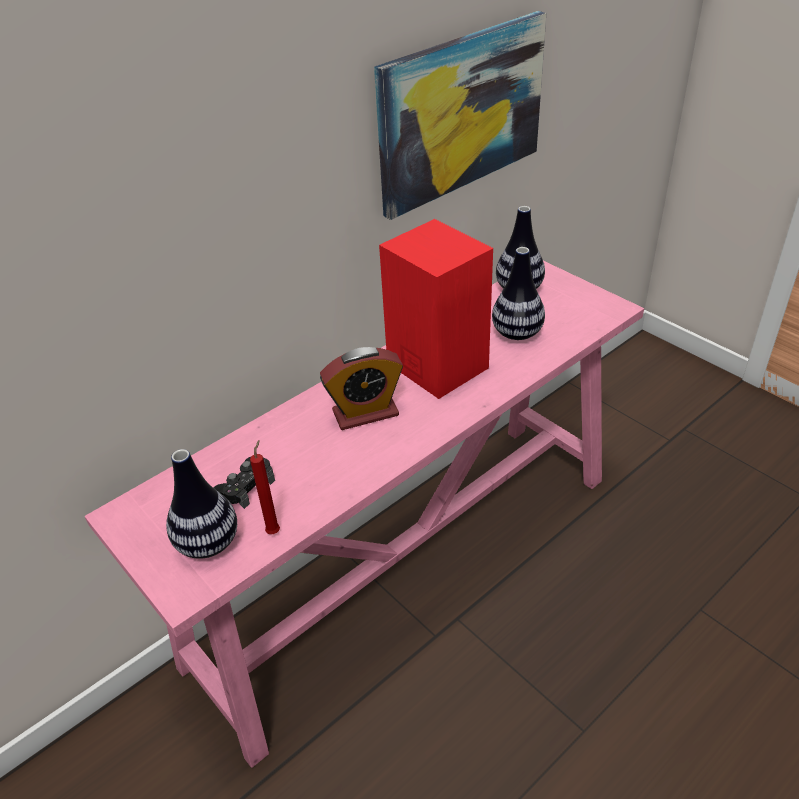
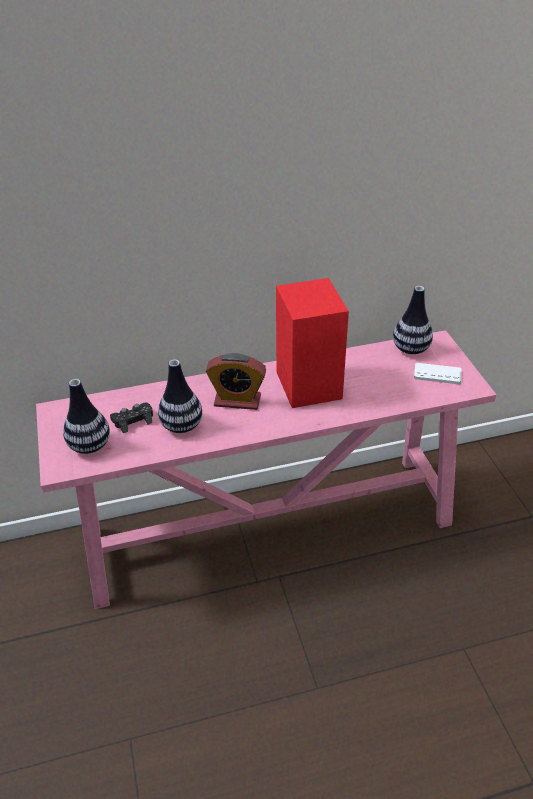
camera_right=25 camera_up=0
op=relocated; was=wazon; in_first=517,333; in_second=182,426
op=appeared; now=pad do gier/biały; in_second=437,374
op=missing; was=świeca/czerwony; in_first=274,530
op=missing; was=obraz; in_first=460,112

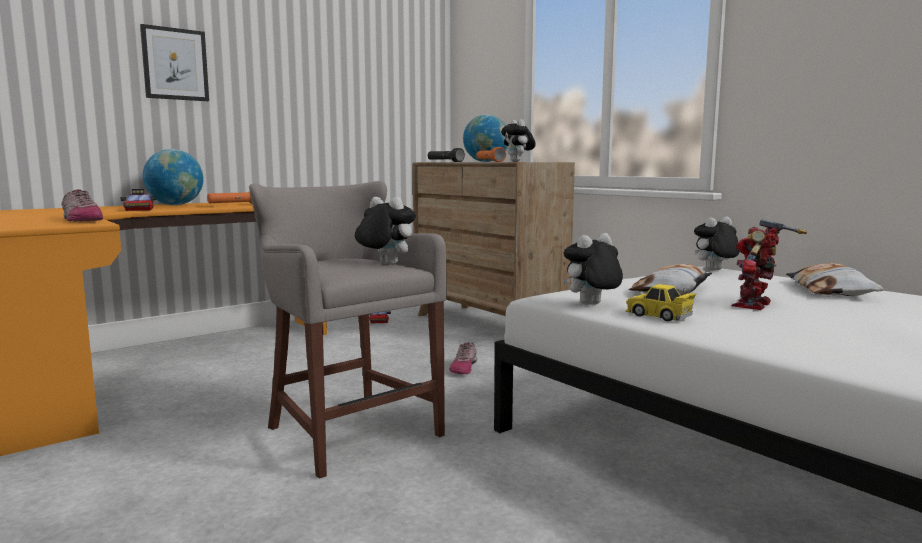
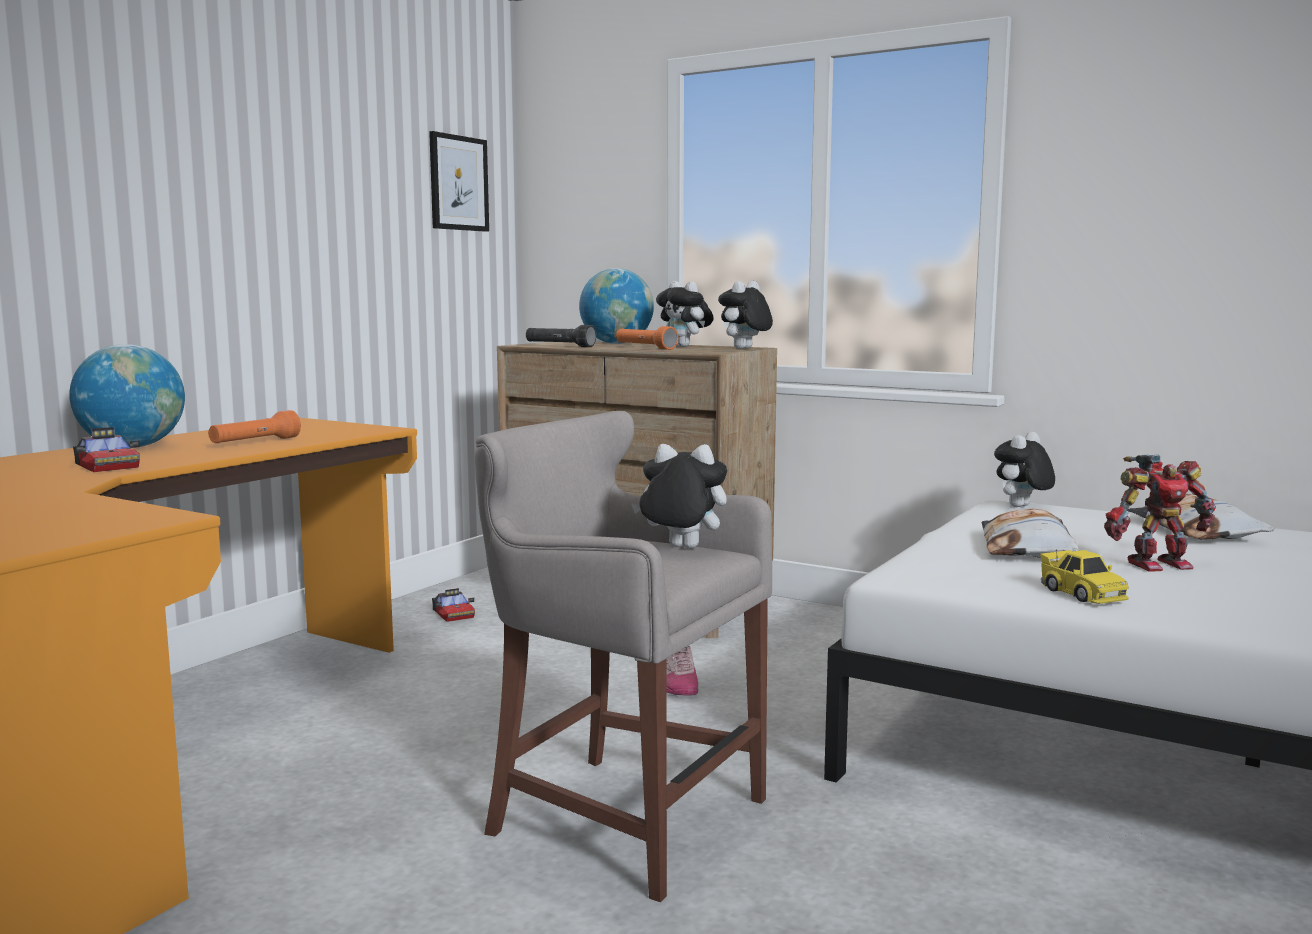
camera_right=-20 camera_up=0
op=relocated; was=obraz; in_first=175,64; in_second=458,183
op=relocated; was=pluszak; in_first=591,305; in_second=744,349
op=spun; was=samochodzik/żółty; in_first=659,316; in_second=1082,594; clockwise=-135
op=spun; was=robot zabawkowy; in_first=755,305; in_second=1156,564; clockwise=-120
op=missing; was=but; in_first=81,220

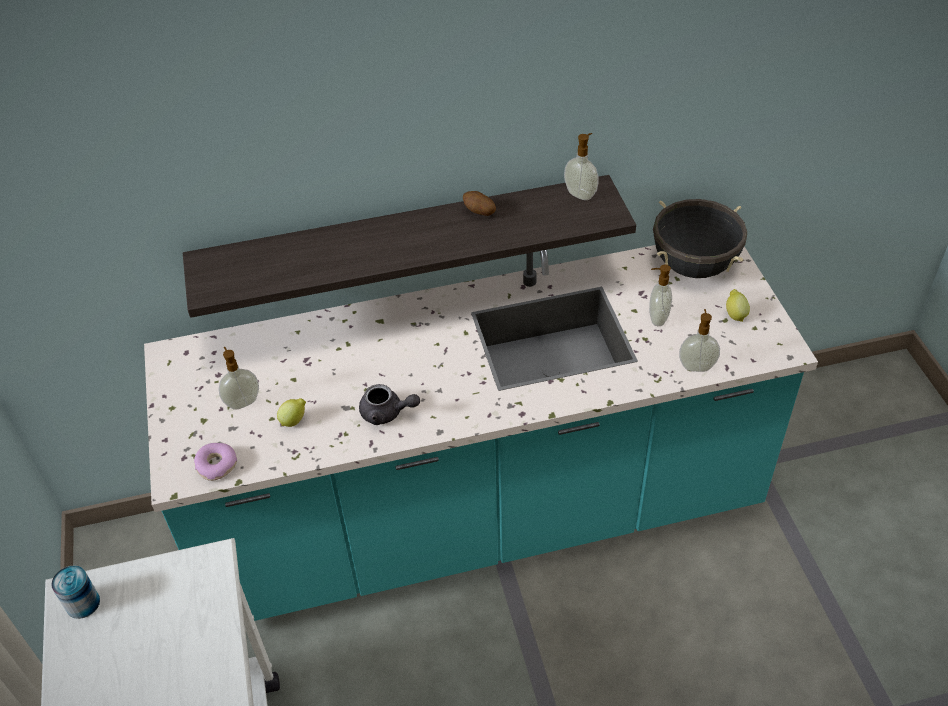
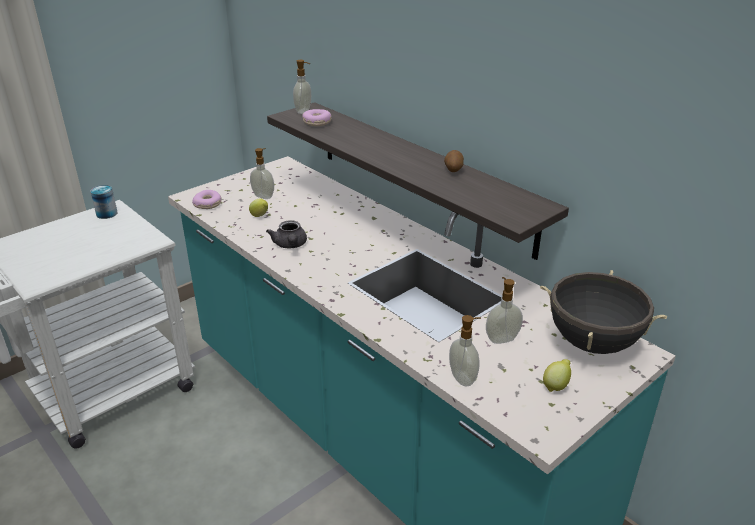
camera_right=60 camera_up=-15
op=relocated; was=dozownik mydła; in_first=581,194; in_second=304,111
op=appeared; now=donut; in_second=317,122

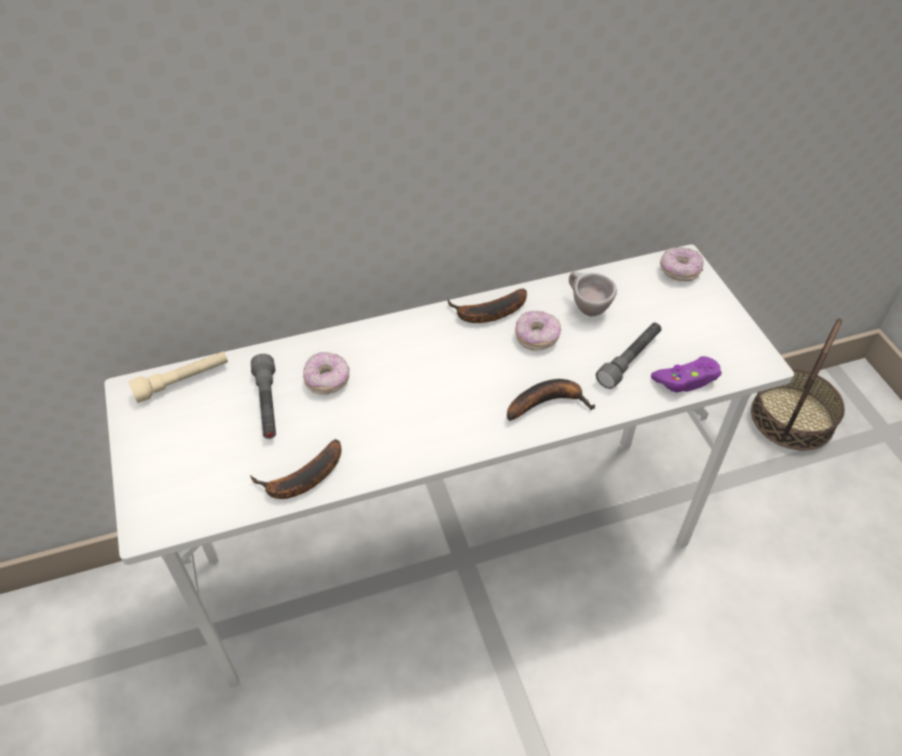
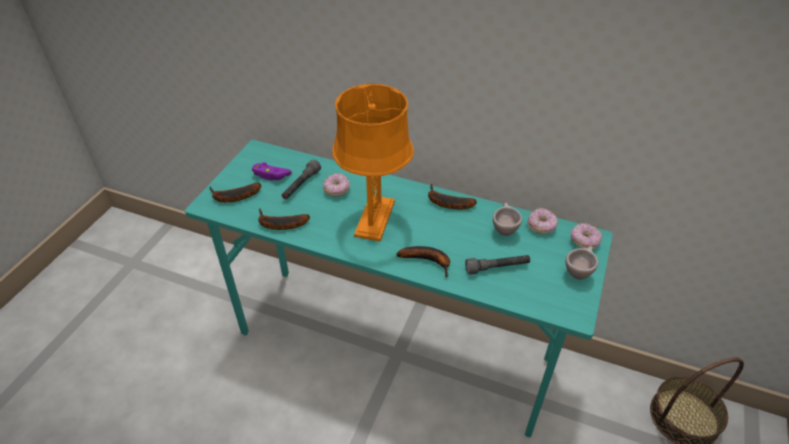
camera_right=40 camera_up=-5
op=colour; was=biurko/biały; now=biurko/turkusowy; in_first=450,551; in_second=395,345
op=appeared; now=banan; in_second=233,197
op=relocated; was=pad do gier/fioletowy; in_first=686,379; in_second=271,175
op=appeared; now=lampa stołowa/pomarańczowy; in_second=375,219
op=relocated; was=donut; in_first=536,337; in_second=541,226
op=appeared; now=filiżanka/beżowy; in_second=578,272
op=missing; was=latarka/beżowy; in_first=183,381

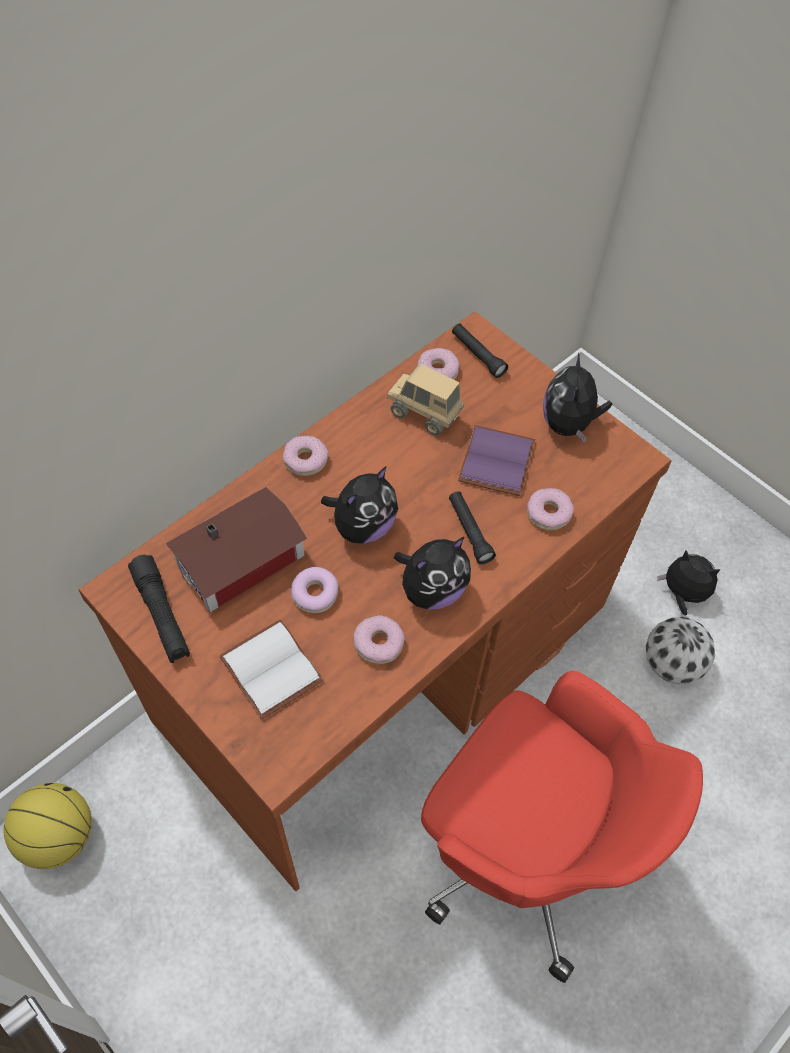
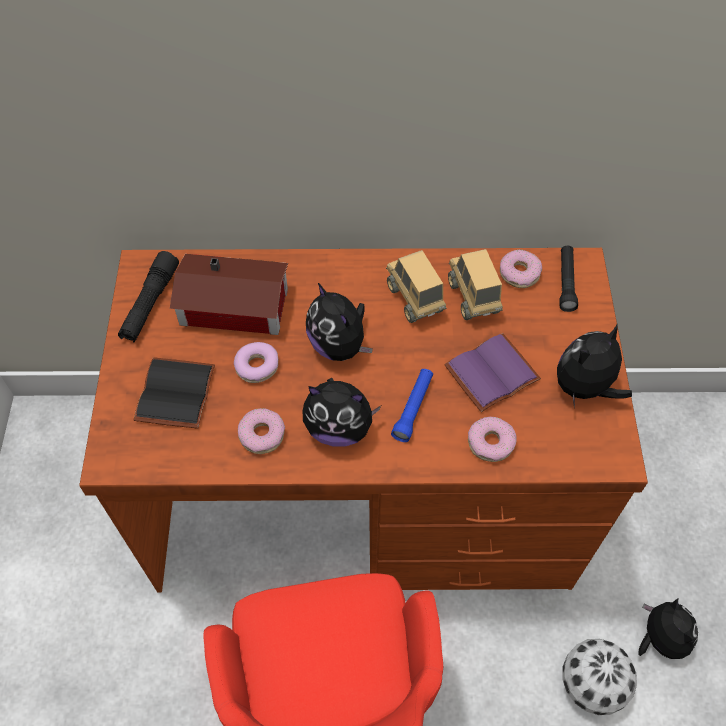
camera_right=45 camera_up=0
op=colour; was=książka/biały; now=książka/czarny; in_first=268,670; in_second=173,392
op=spun; was=pluszak; in_first=363,526; in_second=339,345; clockwise=60
op=appeared; now=ciężarówka zabawkowa; in_second=414,300
op=colour; was=latarka/czarny; now=latarka/niebieski; in_first=469,531; in_second=413,408
op=missing; was=piłka do koszykówki; in_first=58,836
op=missing; was=donut; in_first=305,460

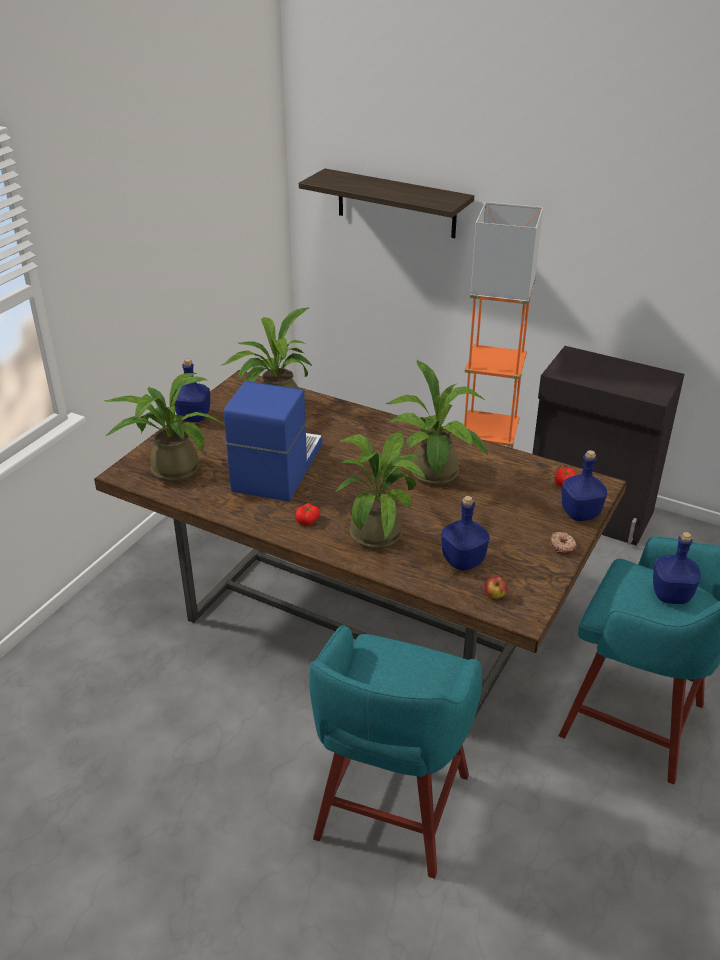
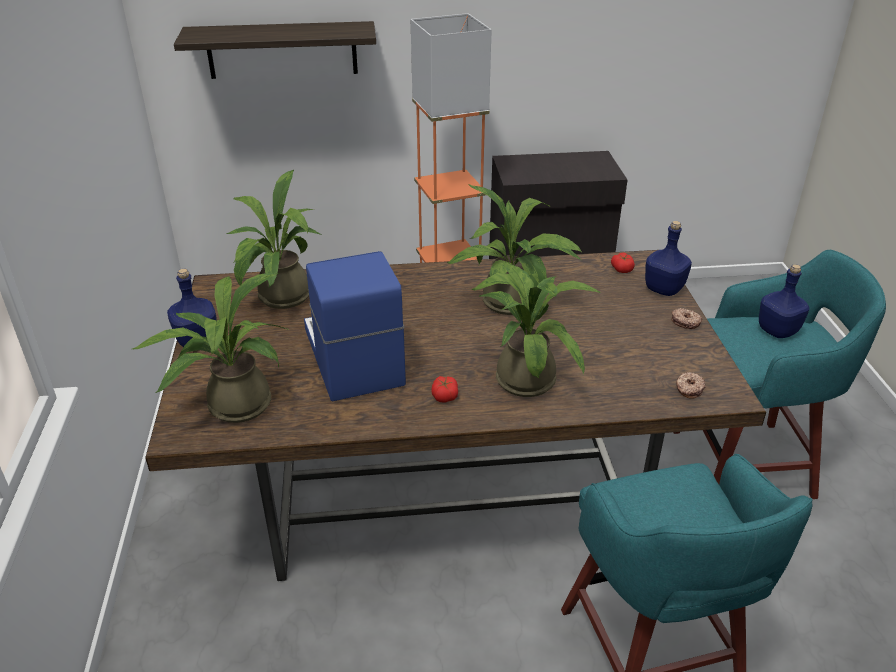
camera_right=-35 camera_up=0
op=exchanged; was=jabłko; now=donut; in_first=494,596; in_second=688,389
op=missing; was=butelka/niebieski; in_first=462,561

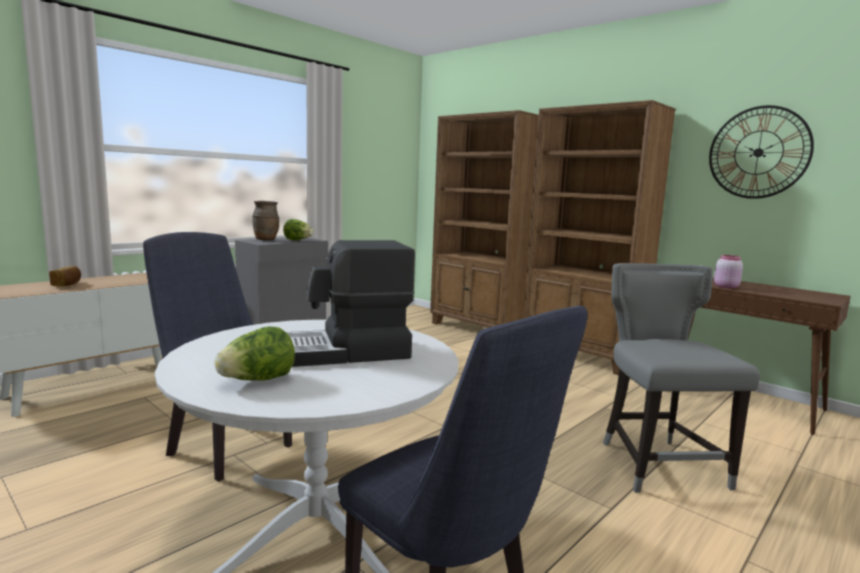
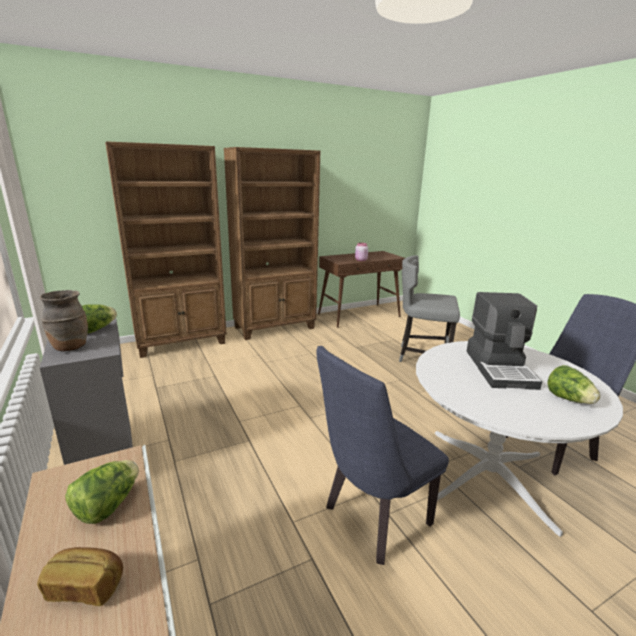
camera_right=-70 camera_up=10
op=appeared; now=sałata; in_second=108,506
op=missing; was=zegar ścienny; in_first=758,152

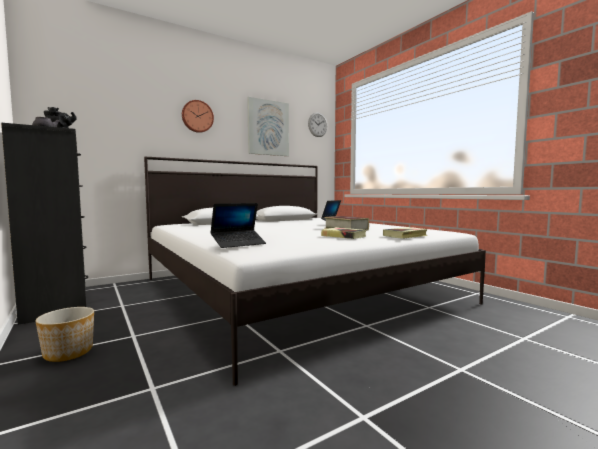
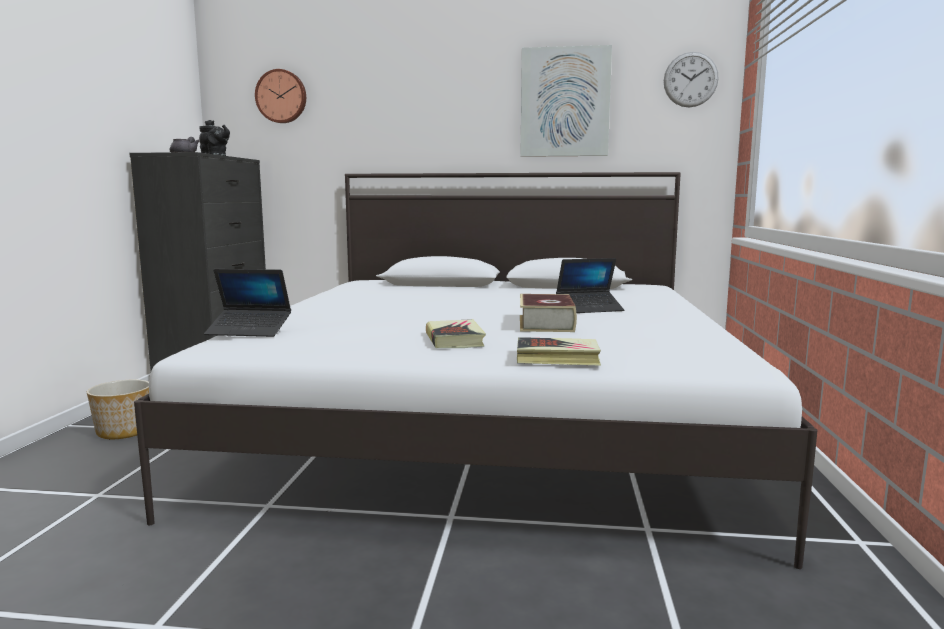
camera_right=40 camera_up=5
op=relocated; was=zegar ścienny; in_first=197,116; in_second=281,96

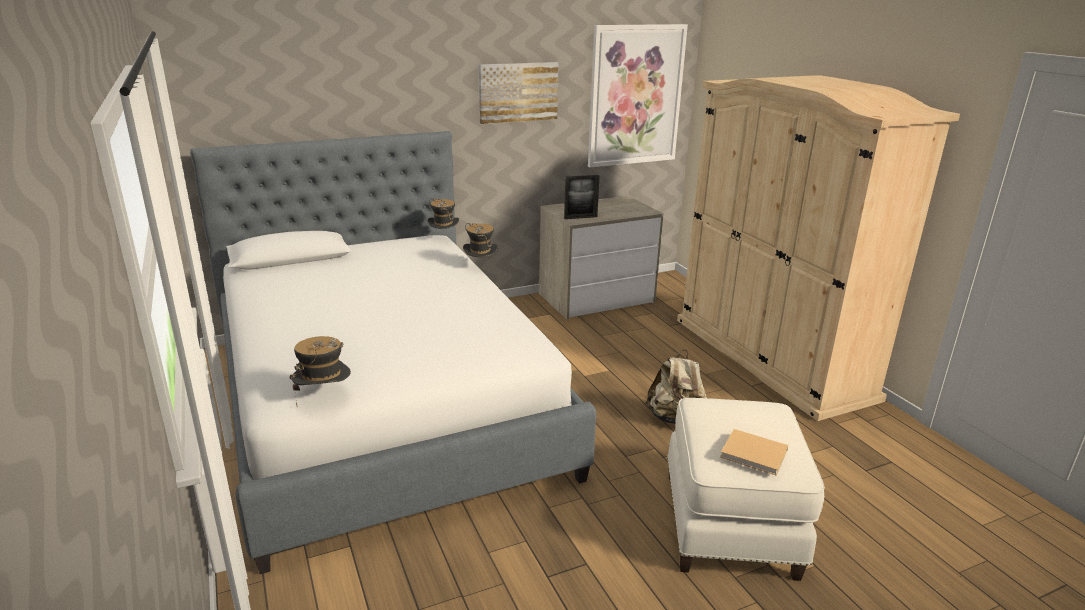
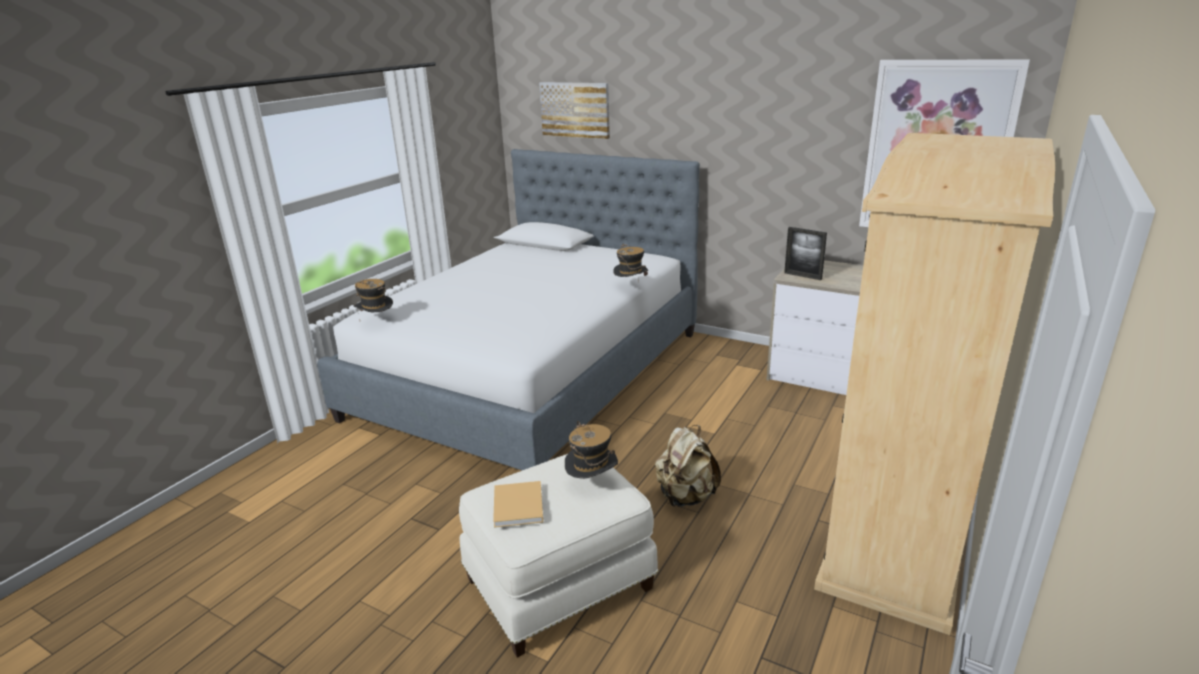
camera_right=55 camera_up=0
op=relocated; was=obraz; in_first=518,92; in_second=575,109
op=relocated; was=kapelusz; in_first=444,239; in_second=592,485

